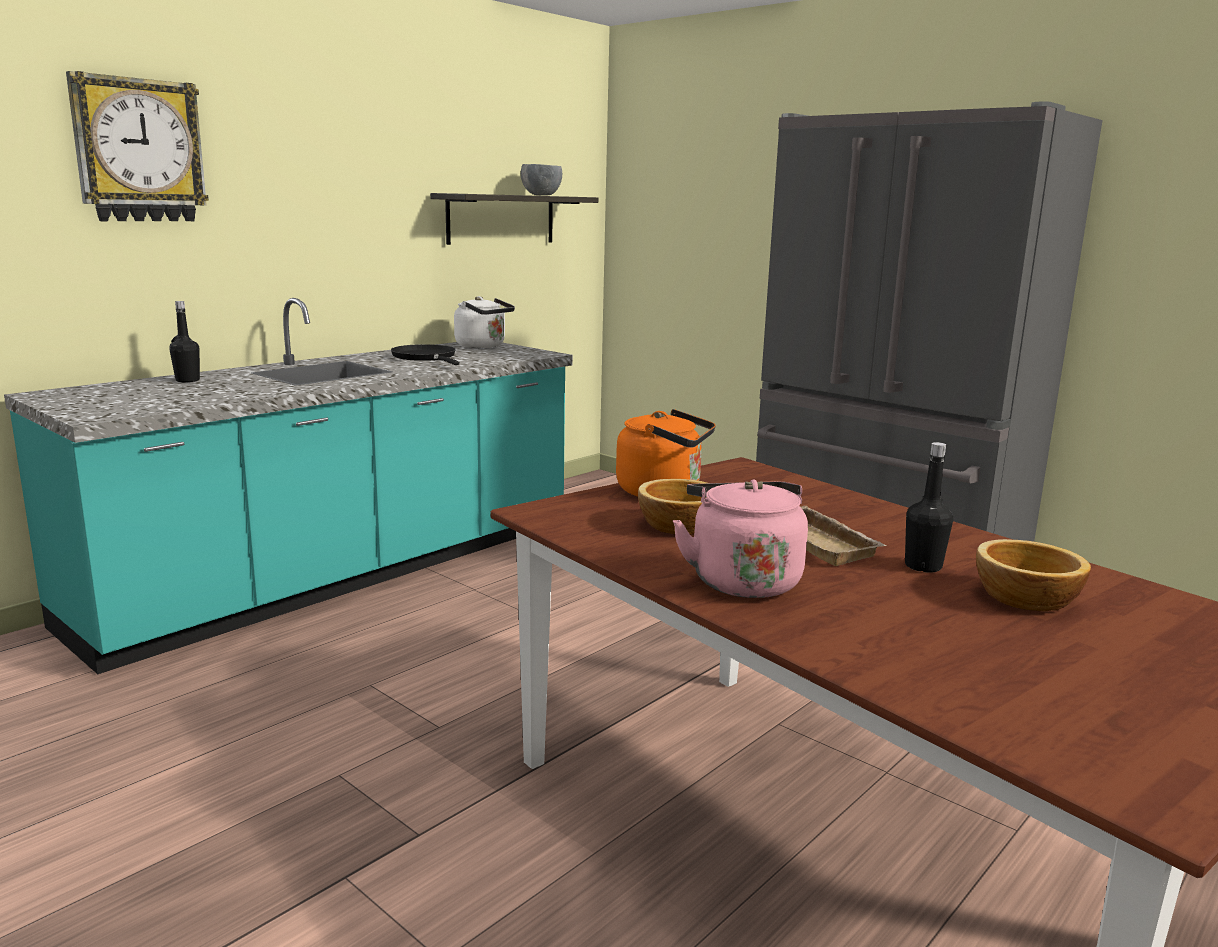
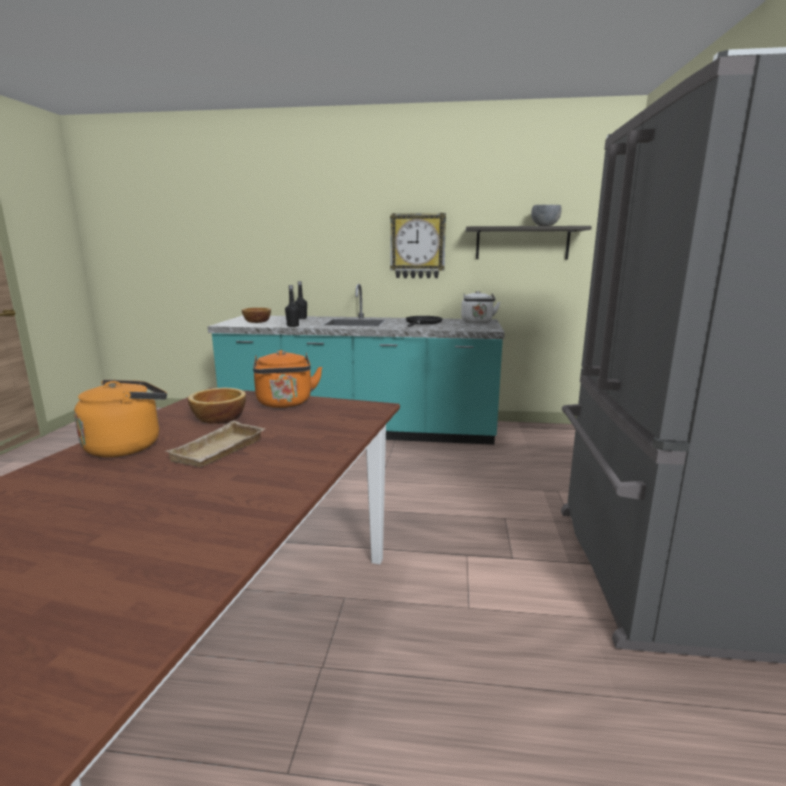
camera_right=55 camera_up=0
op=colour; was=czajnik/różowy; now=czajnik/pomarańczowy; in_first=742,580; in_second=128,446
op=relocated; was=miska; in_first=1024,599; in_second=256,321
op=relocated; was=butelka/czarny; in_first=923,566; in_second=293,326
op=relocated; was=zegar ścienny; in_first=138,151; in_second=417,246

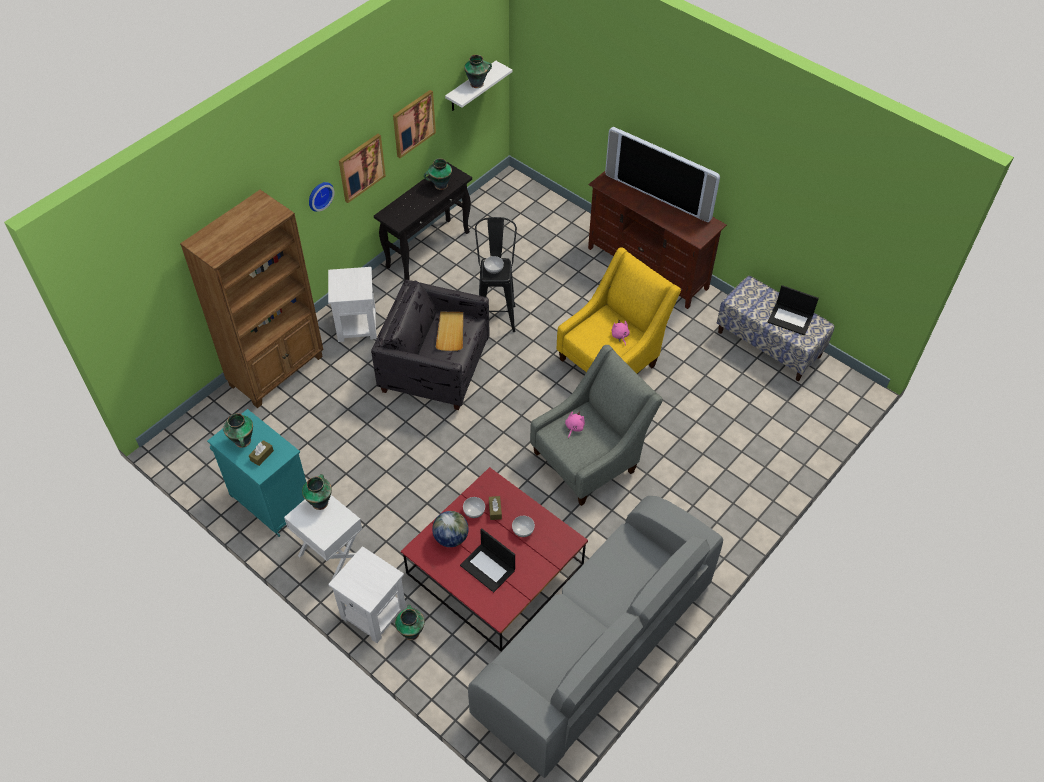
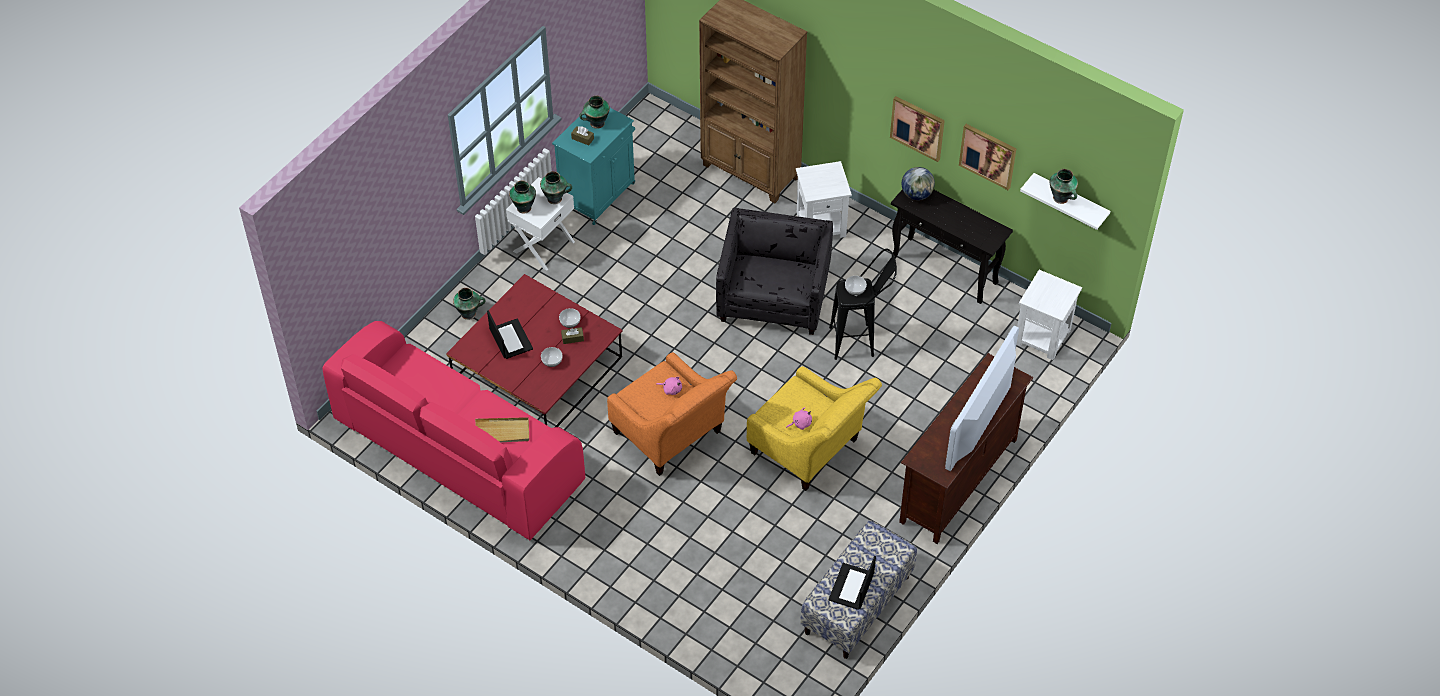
camera_right=85 camera_up=0
op=colour; was=kanapa/szary; now=kanapa/różowy; in_first=594,648; in_second=458,451
op=relocated; was=taca/beżowy; in_first=450,332; in_second=502,432
op=spun; was=laptop; in_first=488,568; in_second=510,339; clockwise=120
op=relocated; was=wazon; in_first=440,185; in_second=523,207
op=colour; was=fotel/szary; now=fotel/pomarańczowy; in_first=590,458; in_second=672,437
op=relocated; was=globus; in_first=451,538; in_second=917,194
op=relocated; was=stolik/biały; in_first=374,613; in_second=1042,337
op=missing; was=zegar ścienny; in_first=319,195

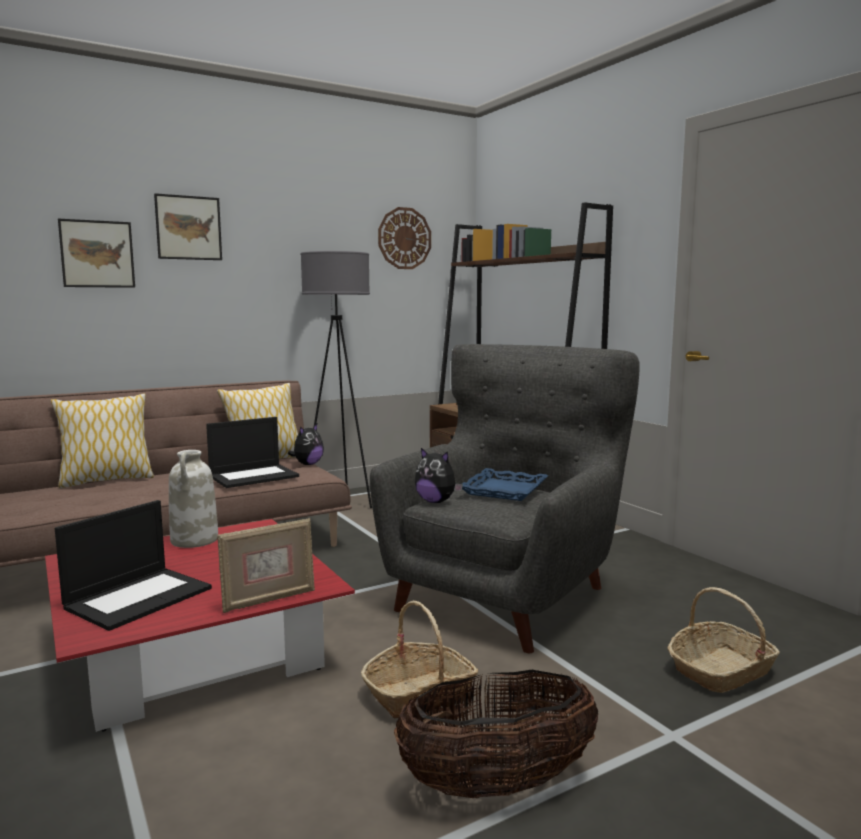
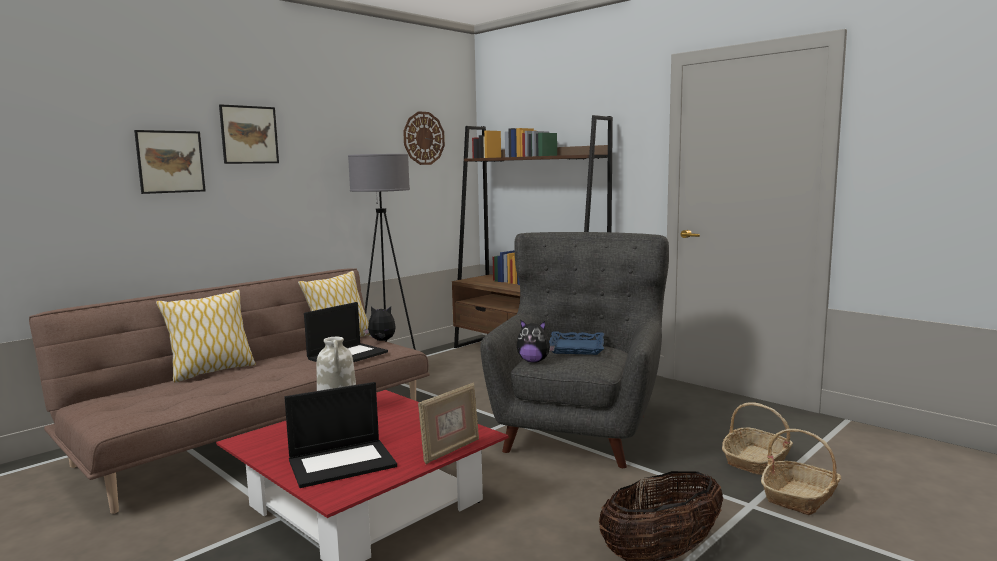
camera_right=-15 camera_up=0
op=spun; was=laptop; in_first=139,597; in_second=343,462; clockwise=45
op=spun; was=pluszak; in_first=307,464; in_second=381,341; clockwise=-105
op=relocated; was=koszyk; in_first=419,693; in_second=800,497

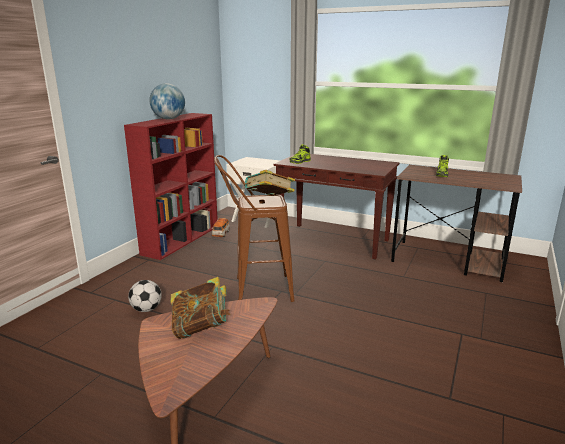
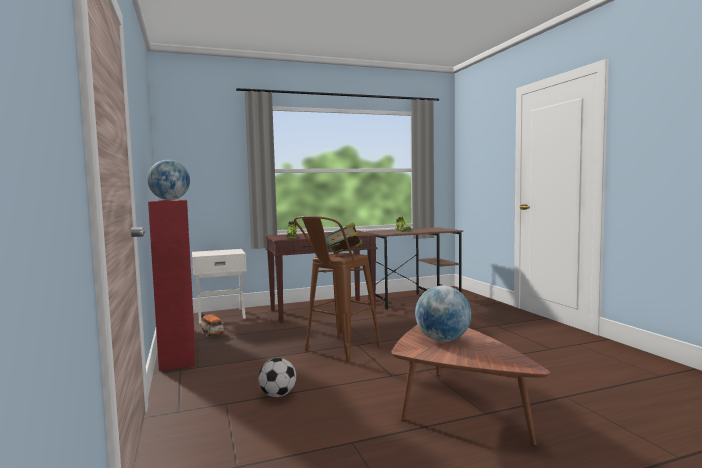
camera_right=-45 camera_up=-15
op=exchanged; was=książka; now=globus; in_first=201,328; in_second=442,340

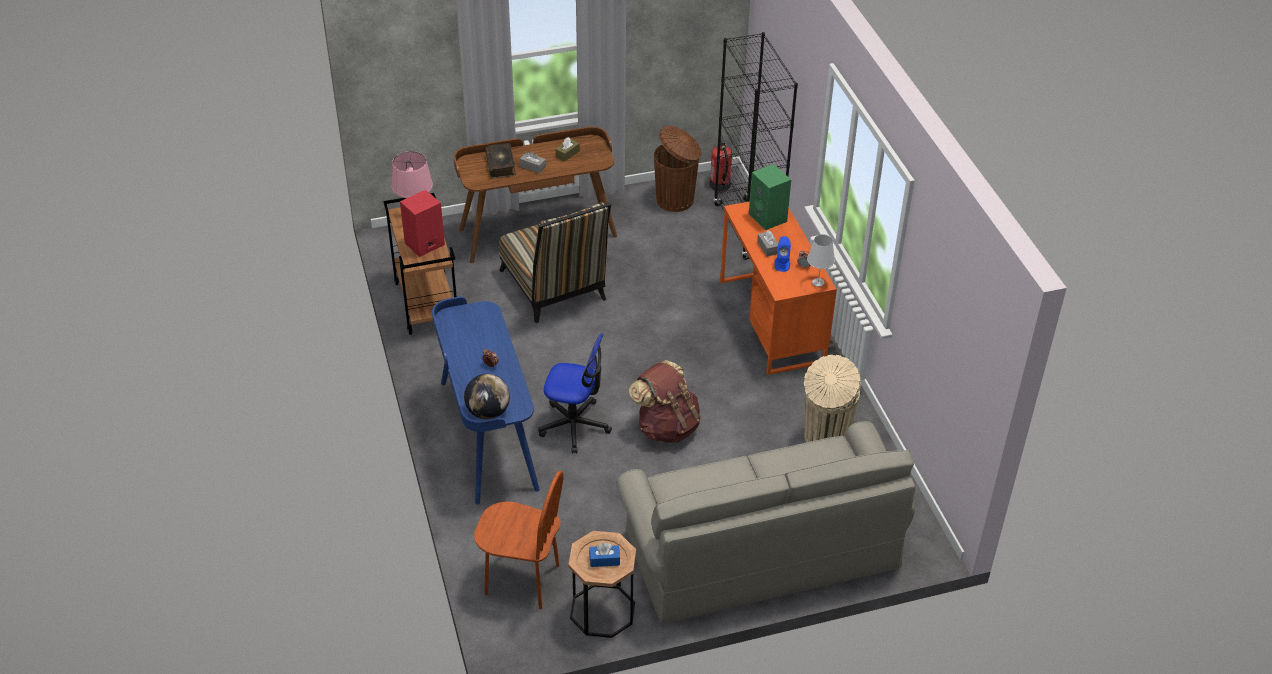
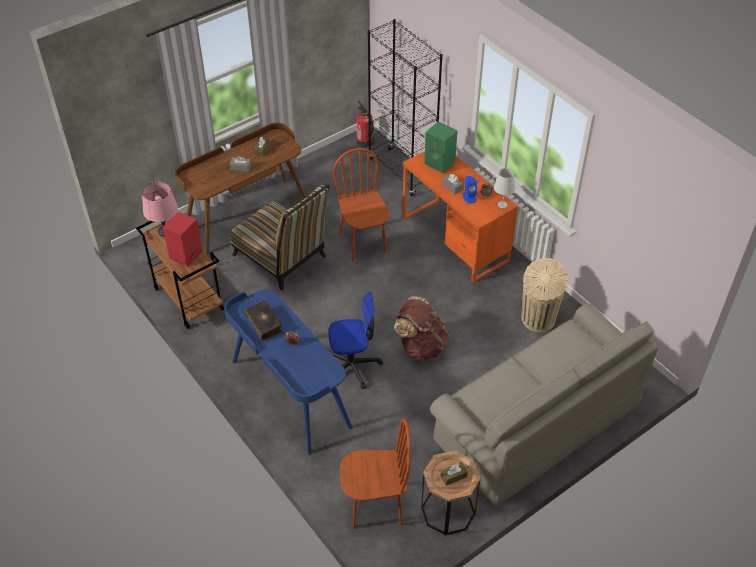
camera_right=-20 camera_up=5
op=relocated; was=książka; in_first=501,165; in_second=264,324
op=appeared; now=krzesło/brązowy; in_second=363,243
op=colour; was=pudełko chusteczek/niebieski; now=pudełko chusteczek/brązowy; in_first=604,560; in_second=453,476
op=missing; was=globus; in_first=488,412
op=missing; was=kosz na śmieci/brązowy; in_first=676,200

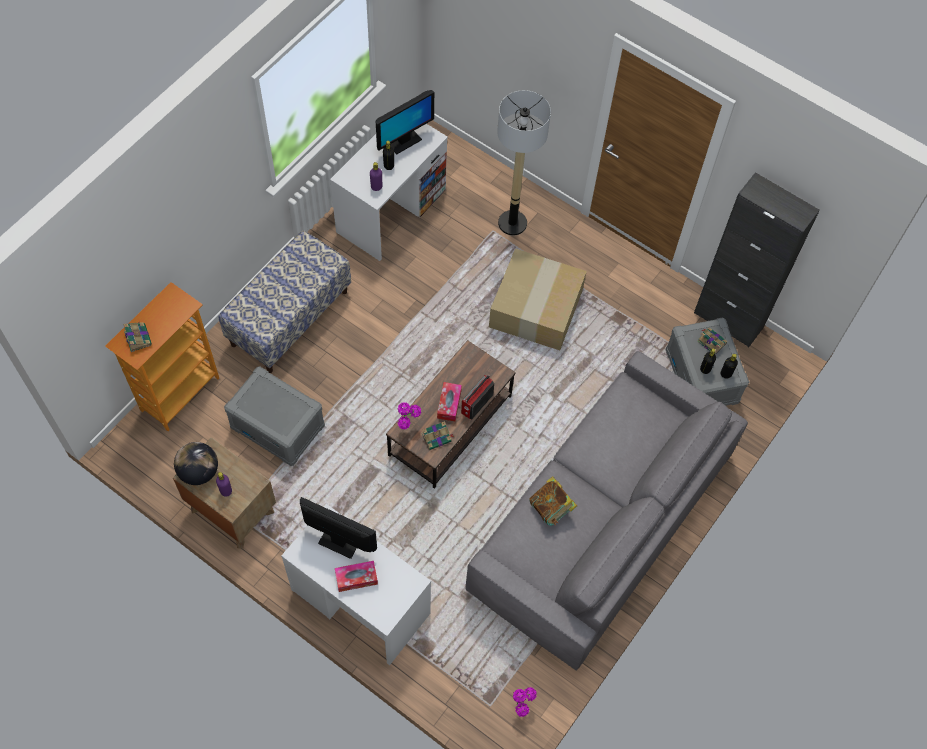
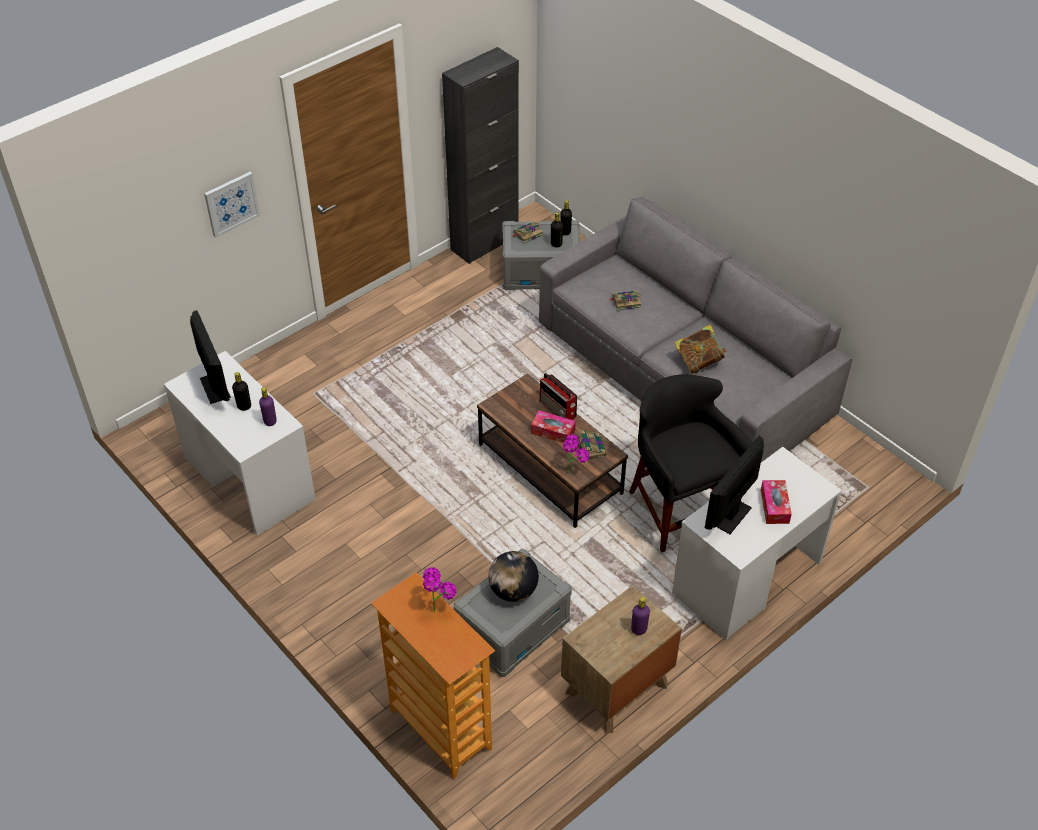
camera_right=-75 camera_up=-15
op=appeared; now=obraz; in_second=231,203
op=relocated; was=roślina doniczkowa; in_first=522,707; in_second=438,607
op=relocated; was=globus; in_first=199,472; in_second=513,591
op=relocated; was=książka; in_first=137,337; in_second=626,302
op=appeared; now=stołek/czarny; in_second=678,510
op=missing; was=ławka; in_first=289,317
op=missing; was=karton; in_first=536,310
op=missing; was=lampa stojąca; in_first=512,223

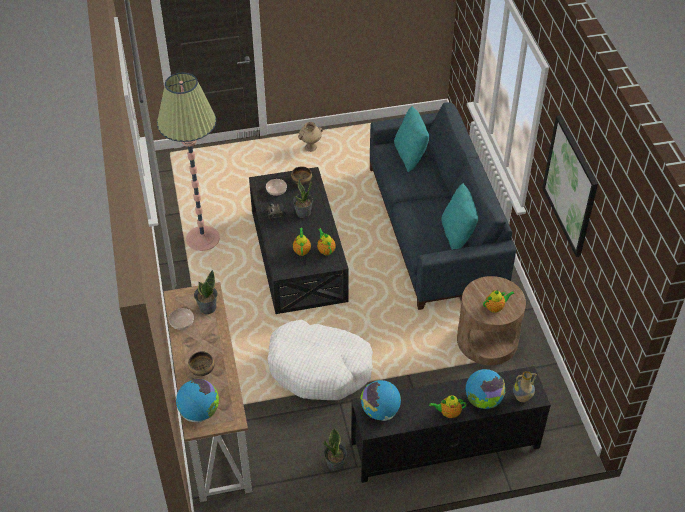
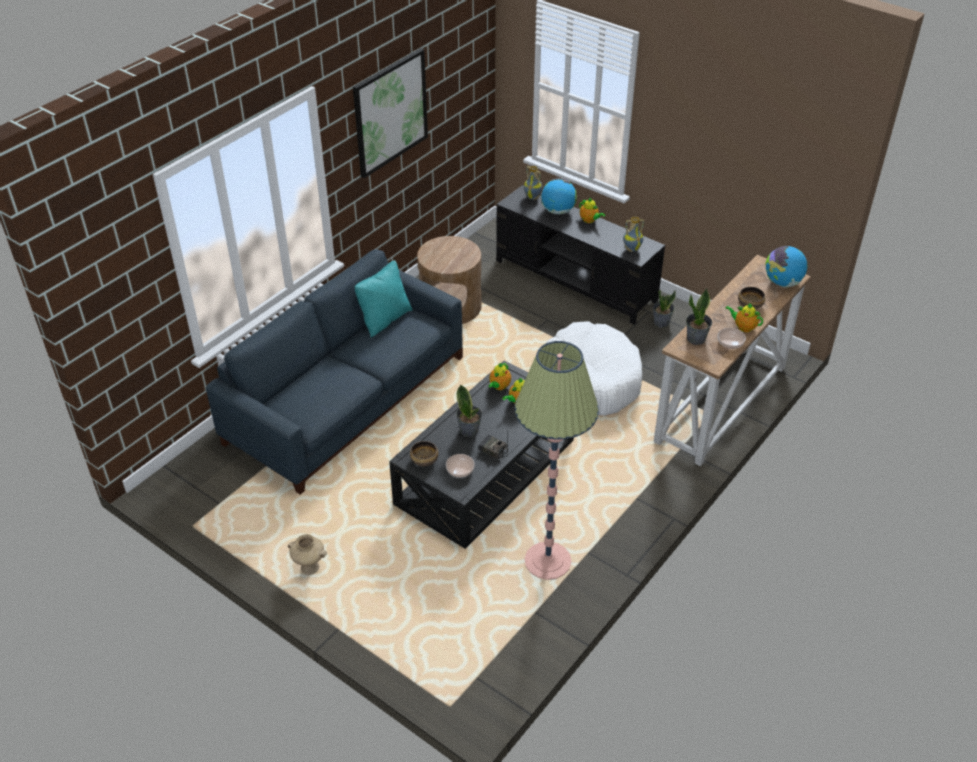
camera_right=-130 camera_up=-5
op=exchanged; was=globus; now=wazon; in_first=380,411; in_second=632,248
op=relocated; was=imbryk; in_first=495,307; in_second=743,327
op=missing; was=poduszka/turkusowy; in_first=410,155

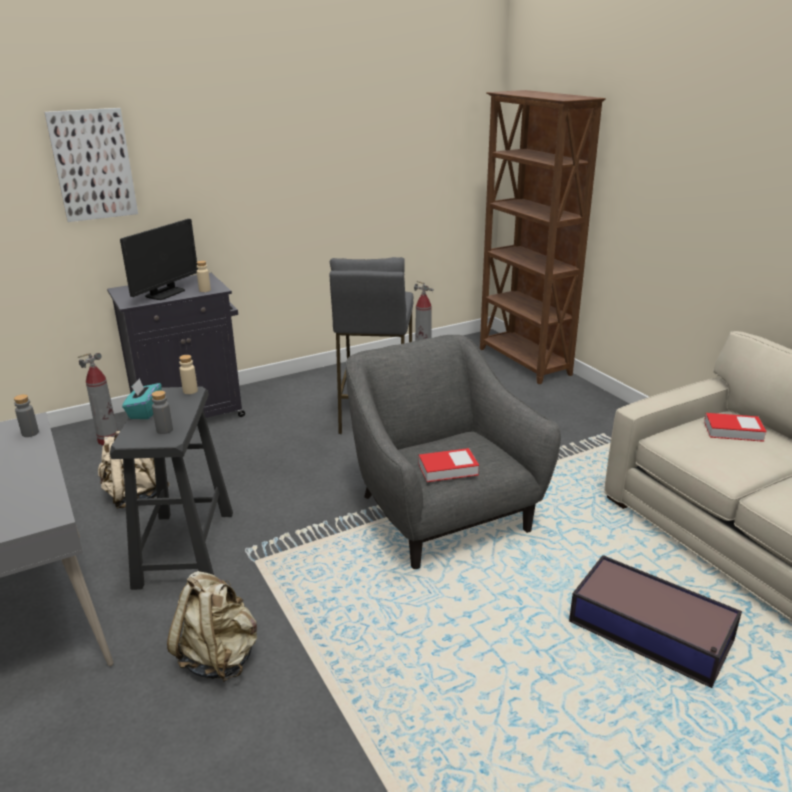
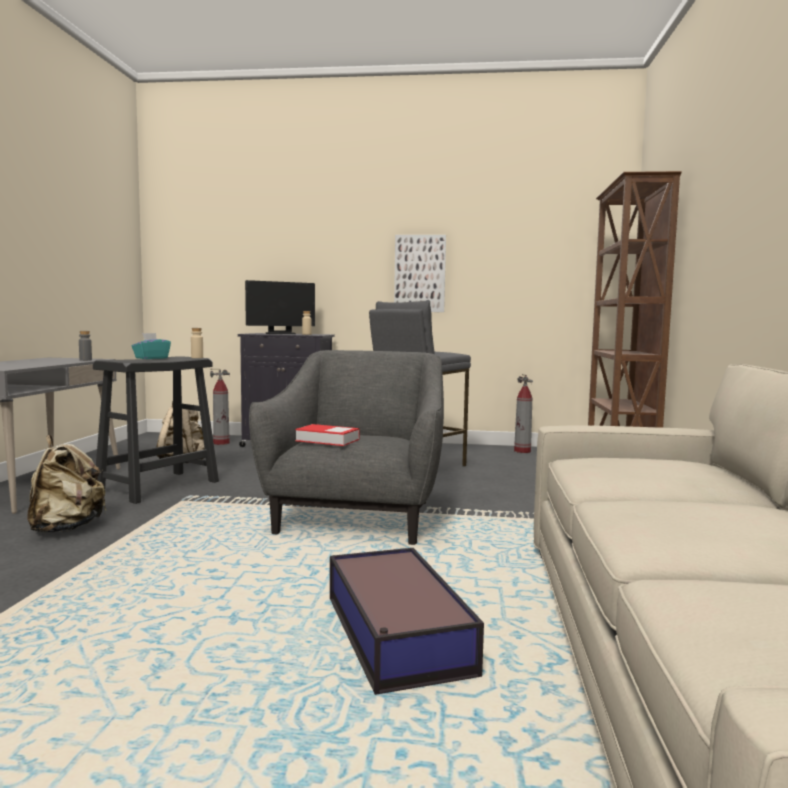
camera_right=35 camera_up=-20
op=relocated; was=obraz; in_first=93,165; in_second=419,273
op=missing; was=butelka/szary; in_first=164,430
op=missing; was=książka; in_first=733,431

